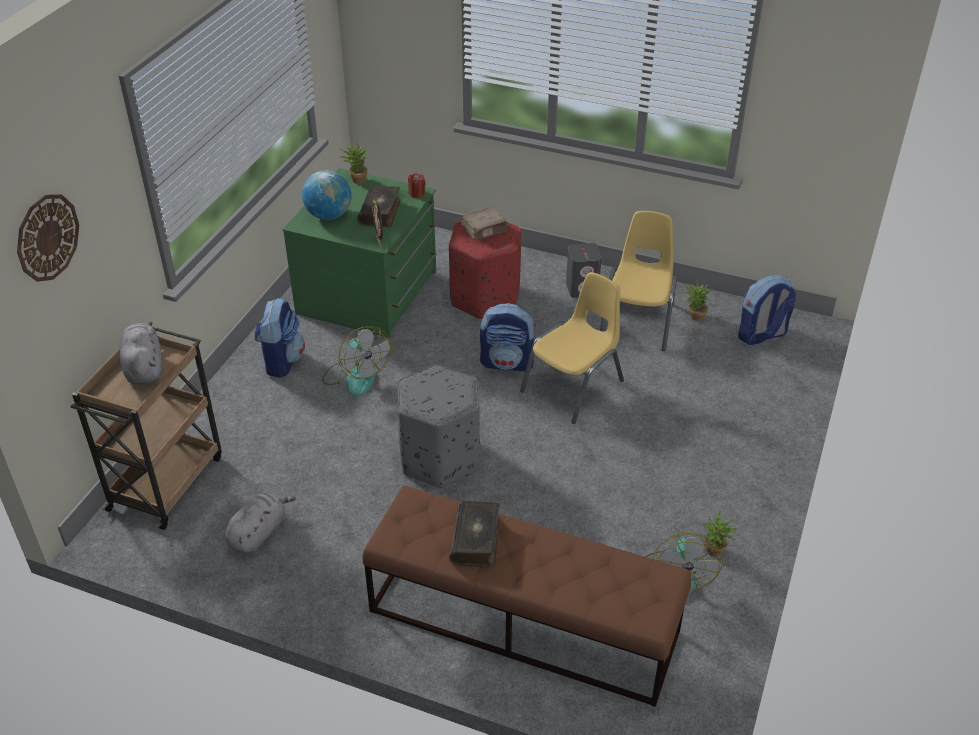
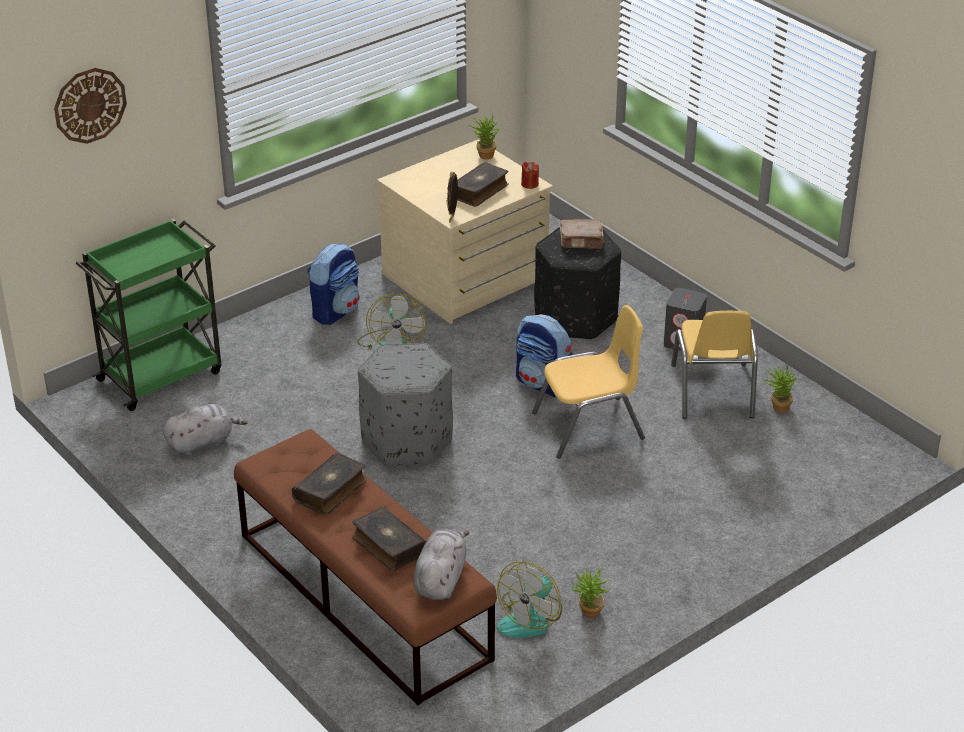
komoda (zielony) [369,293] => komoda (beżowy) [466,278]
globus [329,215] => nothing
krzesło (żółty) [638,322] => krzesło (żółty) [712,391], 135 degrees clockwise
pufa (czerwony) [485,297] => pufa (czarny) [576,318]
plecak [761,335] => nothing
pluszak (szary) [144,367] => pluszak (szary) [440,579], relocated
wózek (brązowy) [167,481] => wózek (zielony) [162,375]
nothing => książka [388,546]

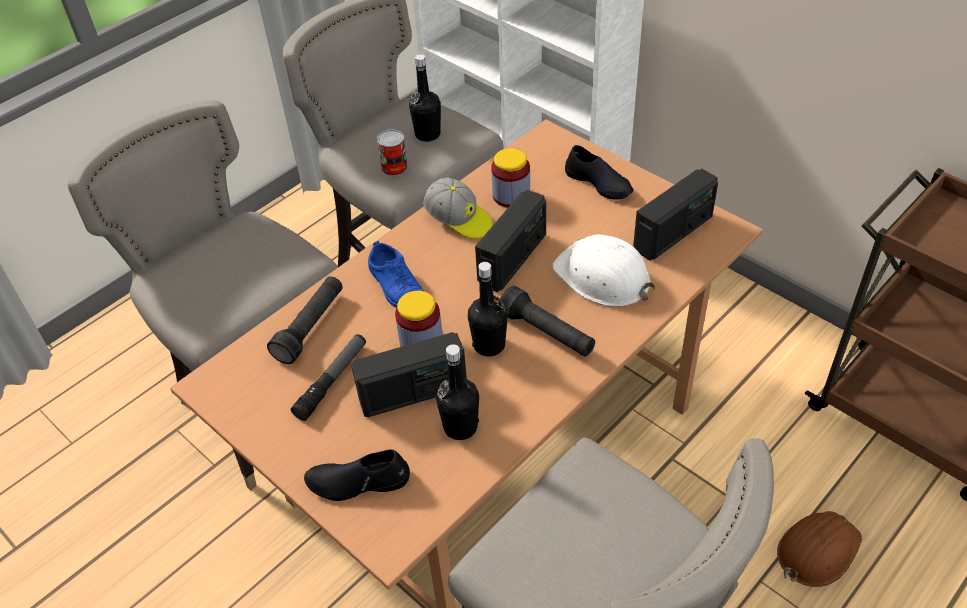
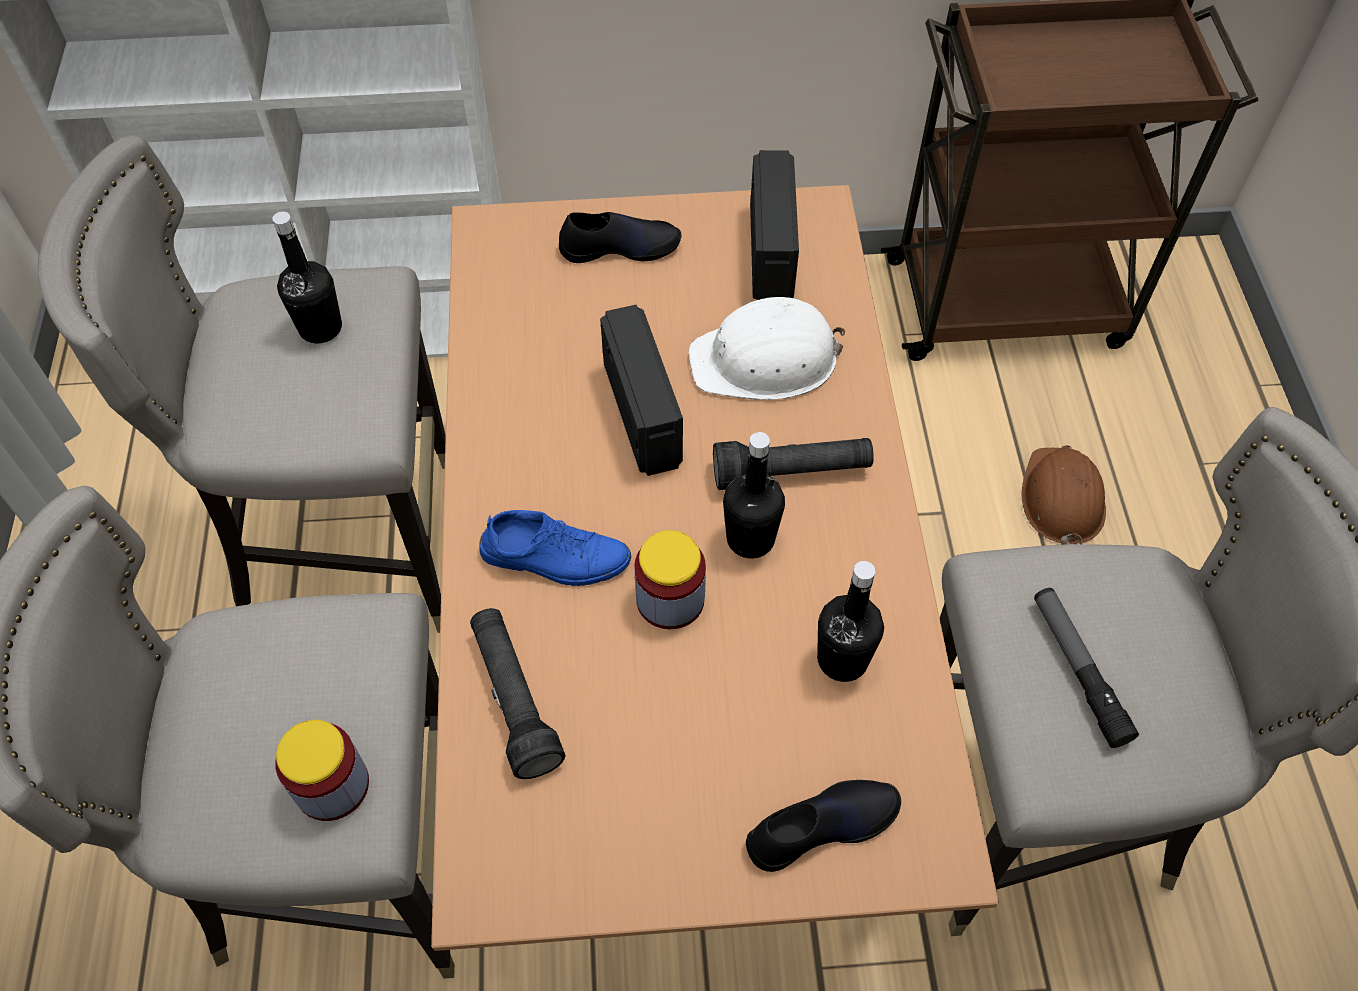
puszka [394,167] => nothing
słoik [511,195] => słoik [332,785], relocated
czapka z daszkiem [459,220] => nothing
radio [413,393] => nothing
latarka [332,381] => latarka [1078,670], relocated
but (czarny) [358,482] => but (czarny) [821,826], 150 degrees counterclockwise

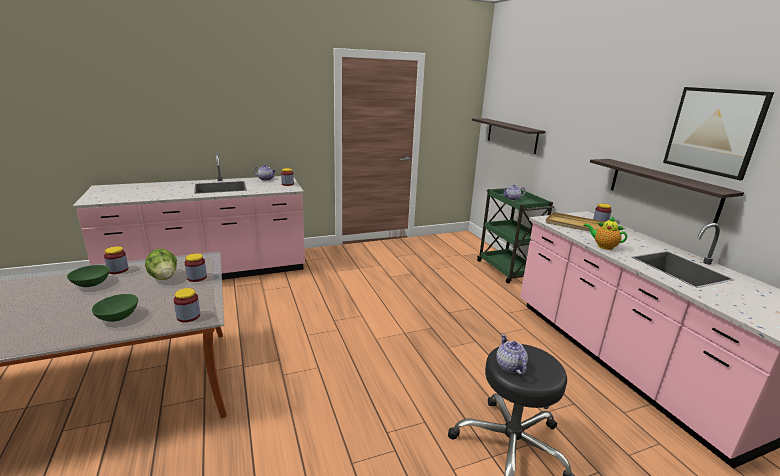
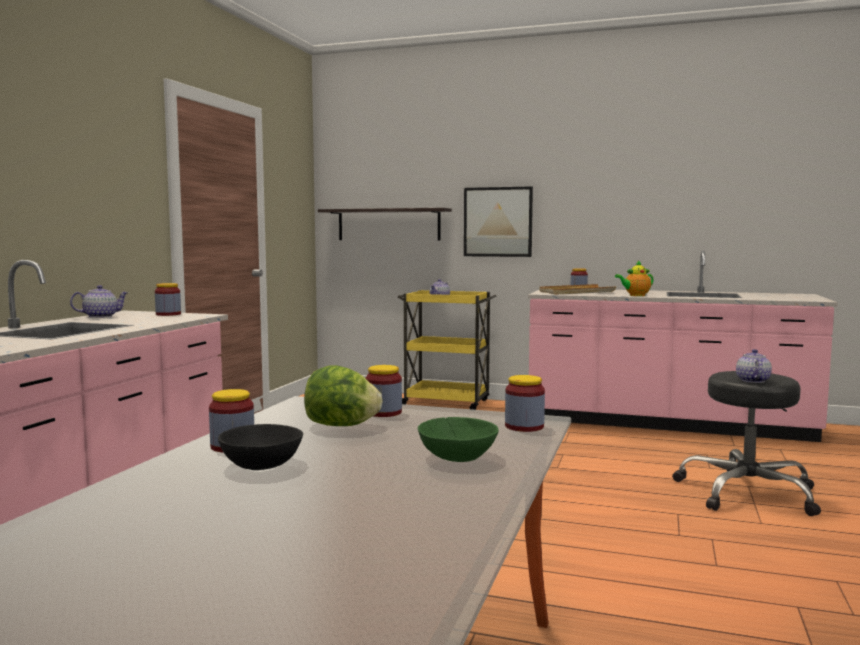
obraz [713,131] => obraz [498,222], relocated
półka [662,189] => nothing
wózek (zielony) [507,270] => wózek (żółty) [447,403]
miska (zielony) [91,283] => miska (czarny) [260,465]
imbryk [509,366] => imbryk [752,380], 75 degrees clockwise

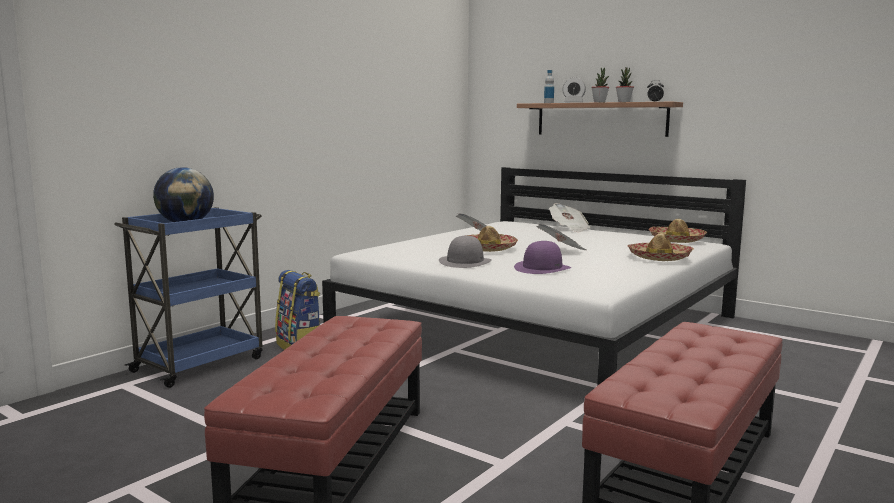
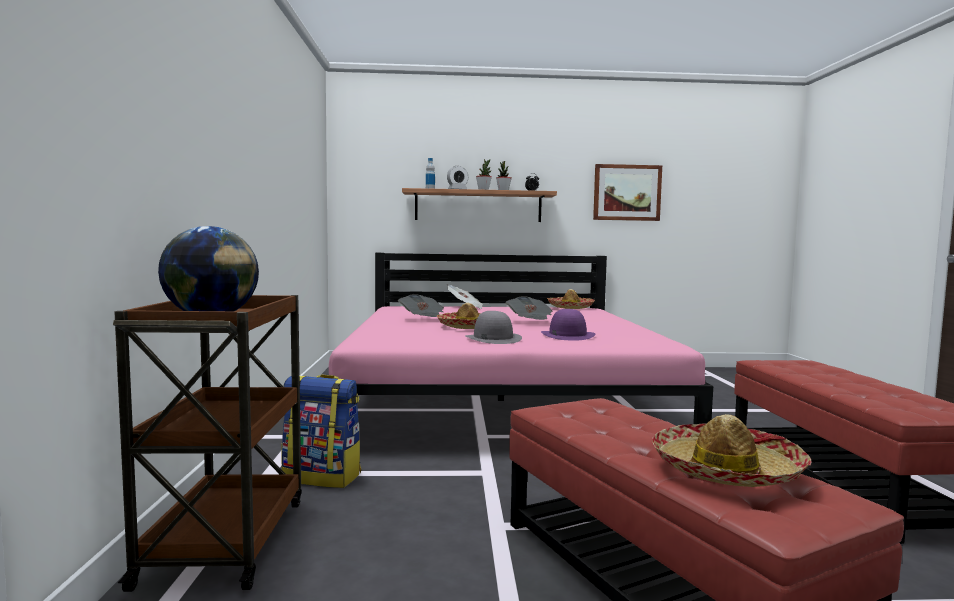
łóżko (biały) [540,326] => łóżko (różowy) [501,399]
wózek (niebieski) [200,364] => wózek (brązowy) [227,539]
kapelusz [659,258] => kapelusz [726,470], relocated
nothing => obraz [627,192]

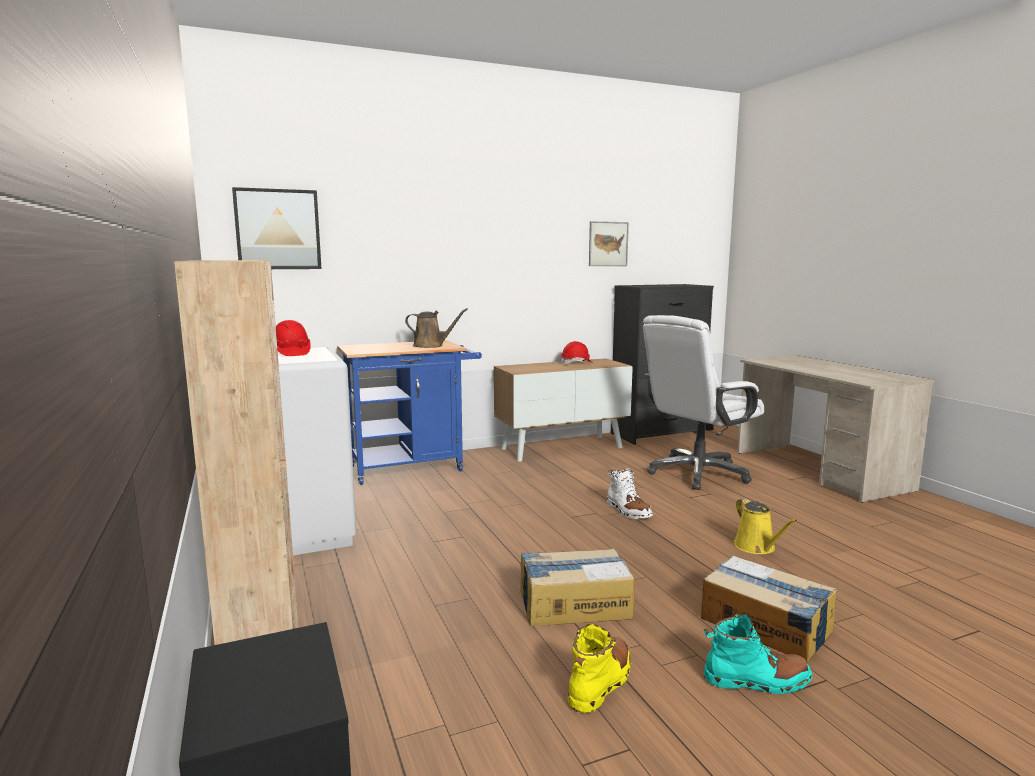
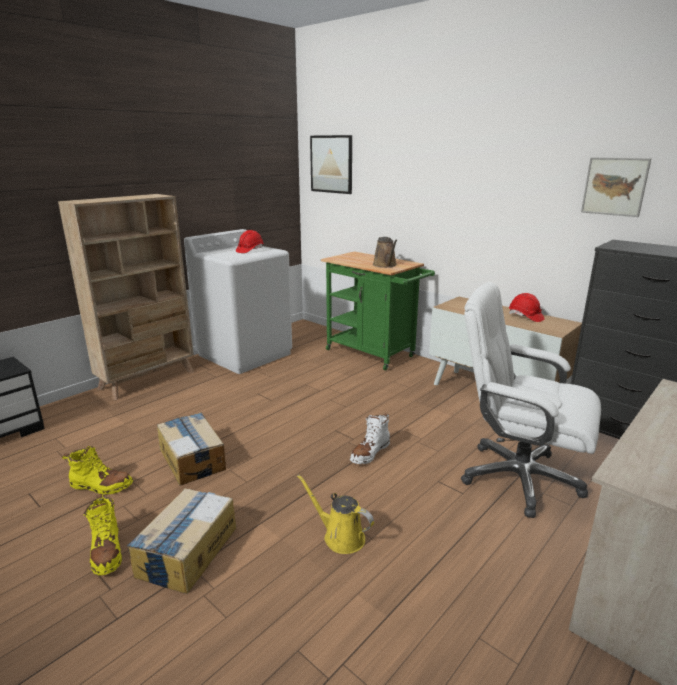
wózek (niebieski) [413,467] => wózek (zielony) [374,354]
konewka (żółty) [757,547] => konewka (żółty) [340,537], 75 degrees clockwise
but z cholewką (turkusowy) [756,681] => but z cholewką (żółty) [107,551]

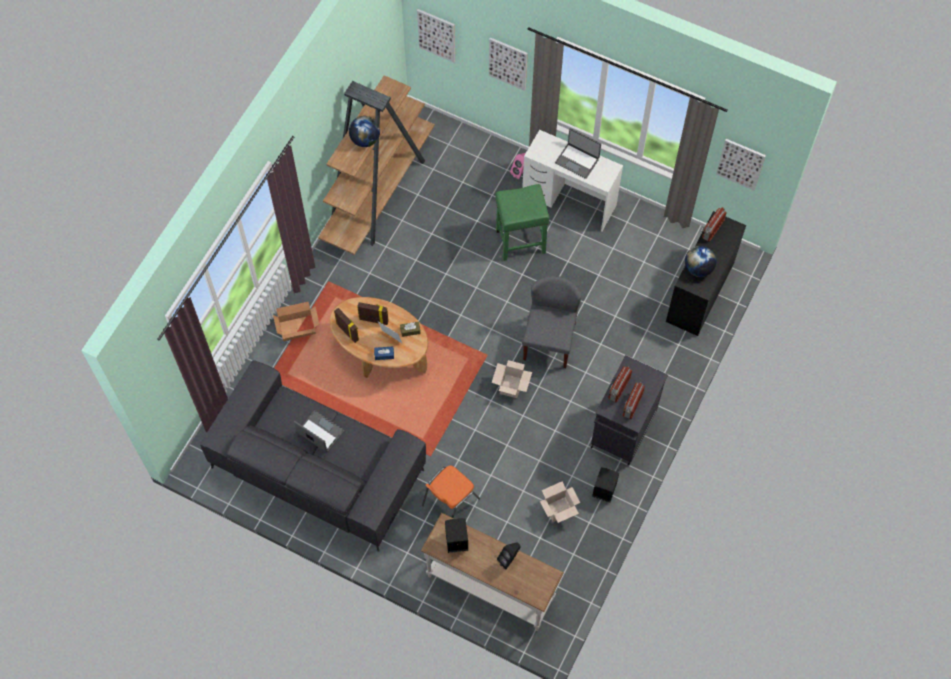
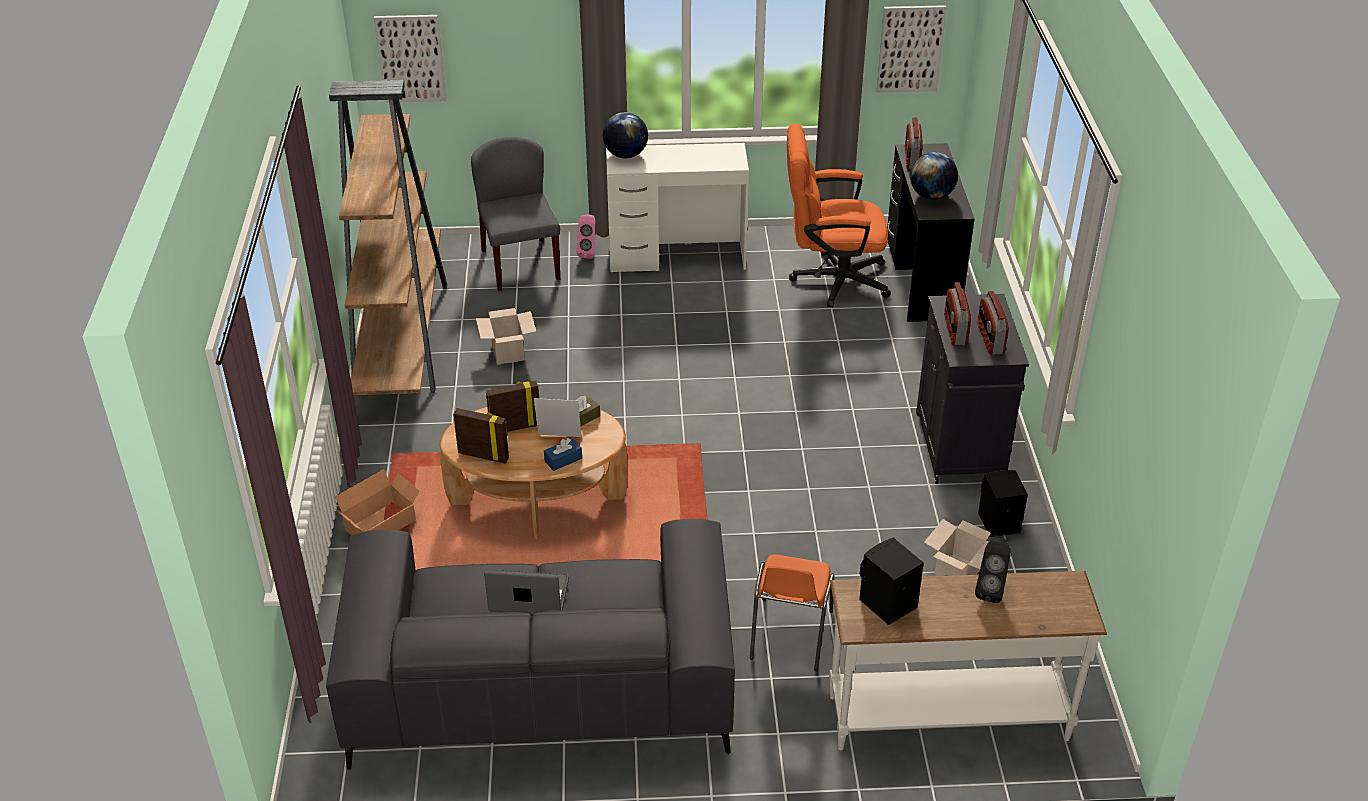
obraz [508,63] => nothing
globus [365,140] => globus [625,155], relocated
laptop [577,160] => nothing
stołek (zielony) [519,242] => nothing
krzesło (szary) [549,340] => krzesło (szary) [520,264], relocated
karton [511,387] => karton [509,352], relocated
nothing => krzesło biurowe (pomarańczowy) [831,280]

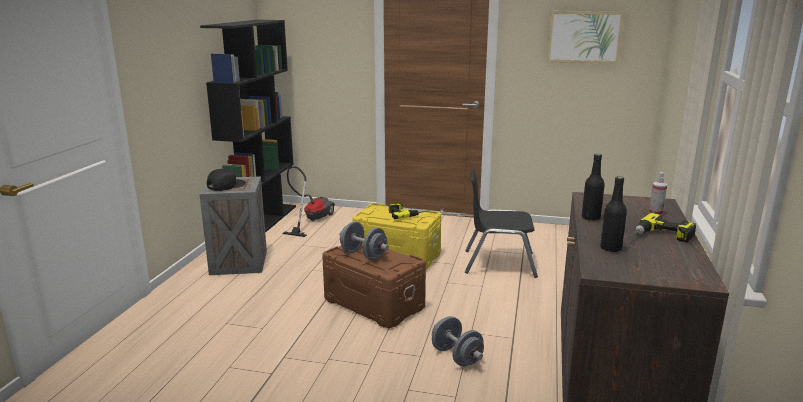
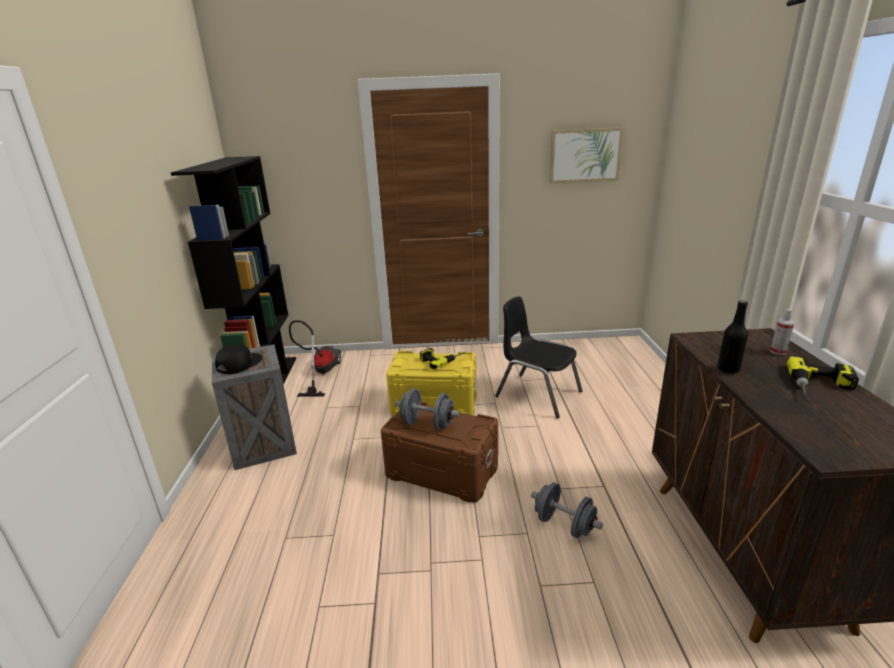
krzesło (czarny) [499,263] => krzesło (czarny) [538,394], 45 degrees clockwise
butelka (czarny) [610,248] => nothing

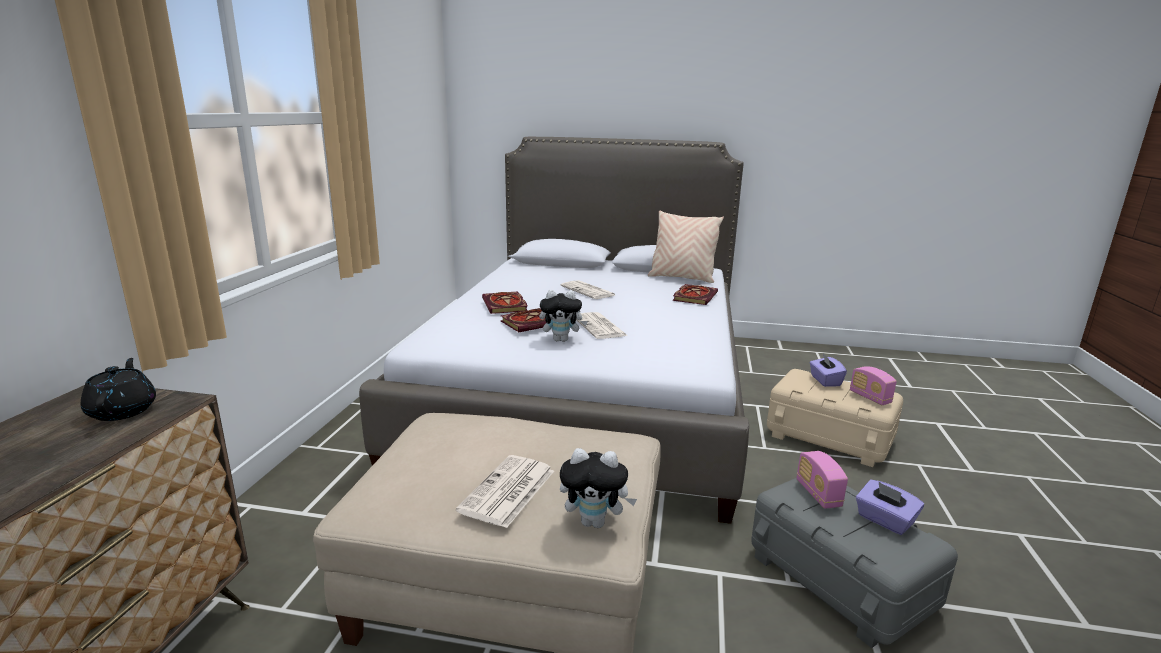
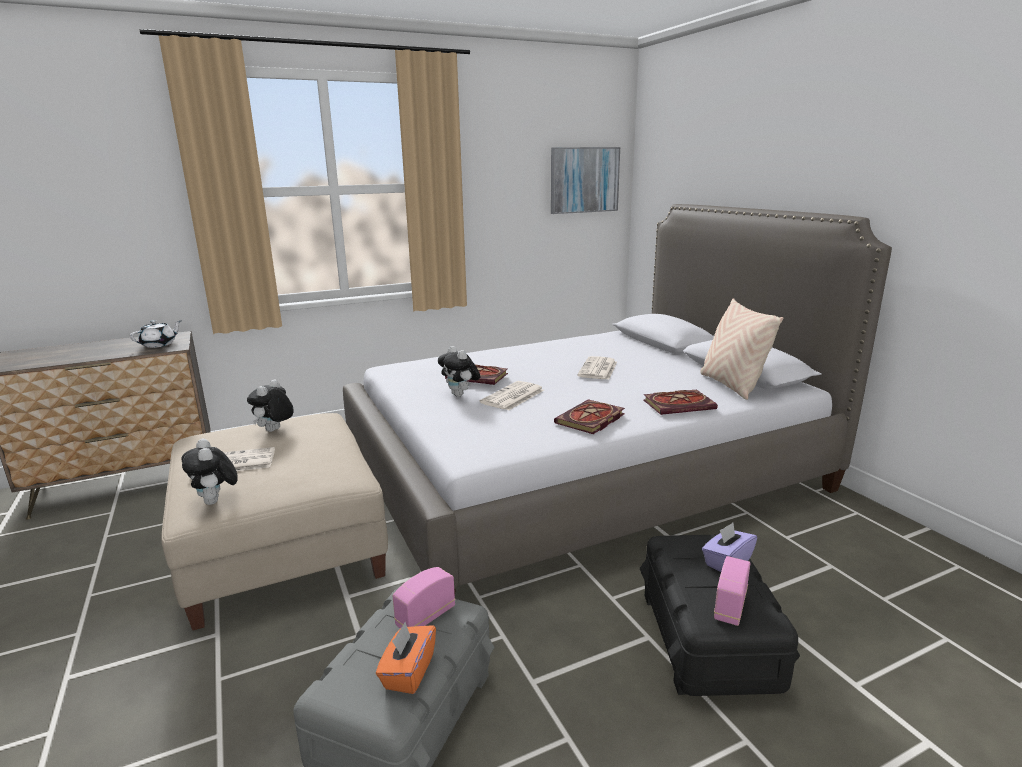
książka [506,305] => książka [590,420], relocated
imbryk (czarny) [123,410] => imbryk (biały) [159,344]
pojemnik do przechowywania (beżowy) [829,436] => pojemnik do przechowywania (czarny) [709,639]
pudełko chusteczek (fioletowy) [884,520] => pudełko chusteczek (pomarańczowy) [408,672]
nothing => obraz [584,180]
nothing => pluszak [274,431]

